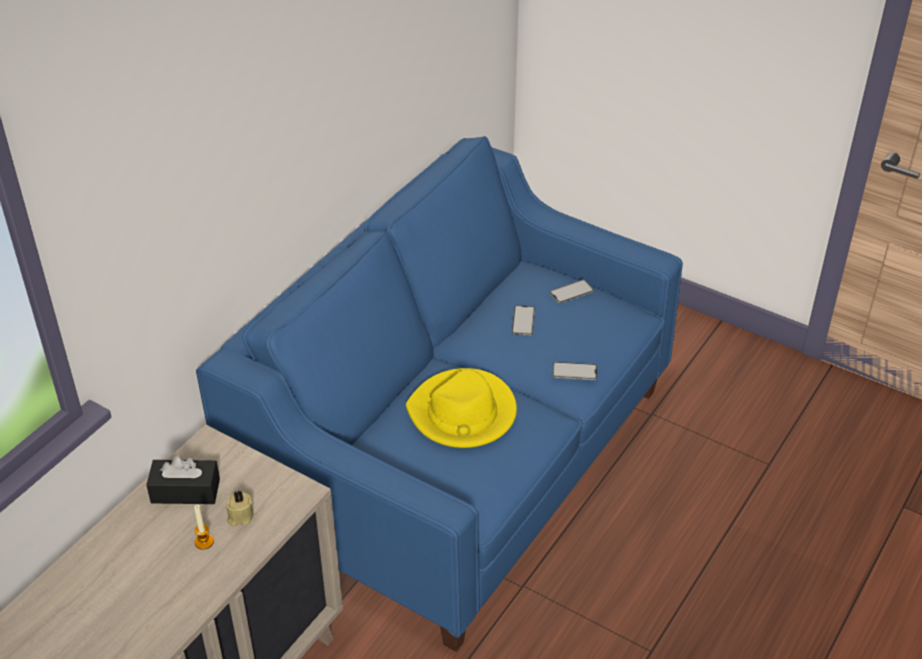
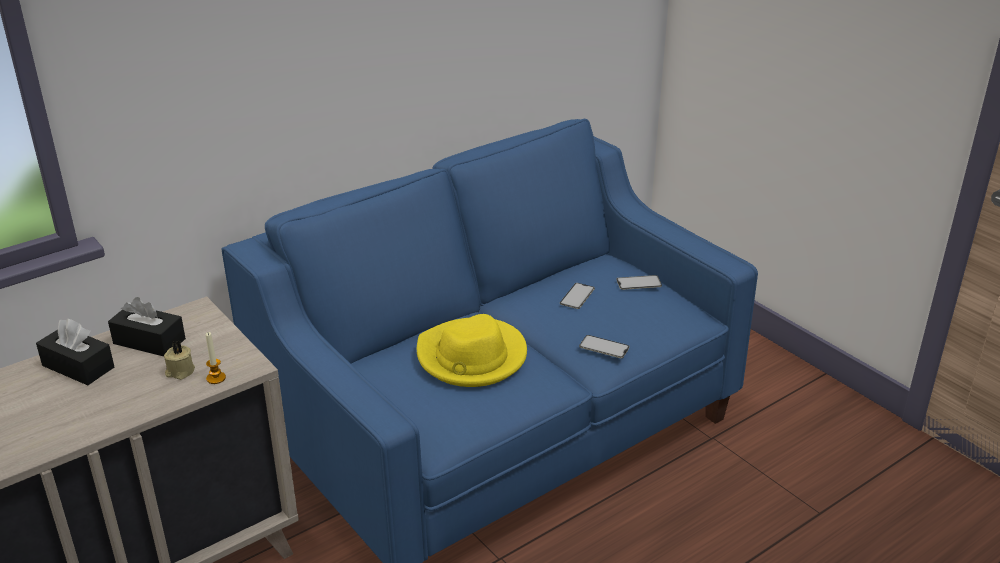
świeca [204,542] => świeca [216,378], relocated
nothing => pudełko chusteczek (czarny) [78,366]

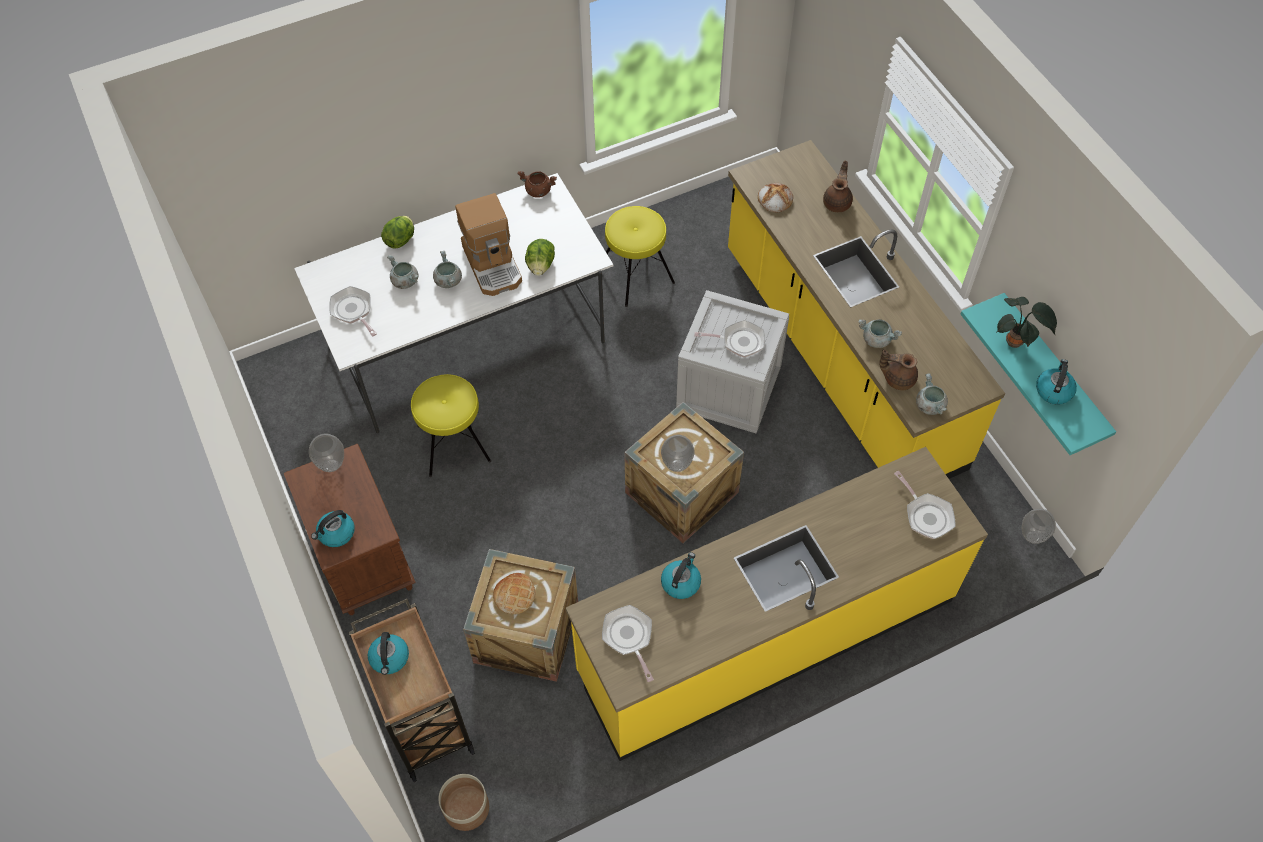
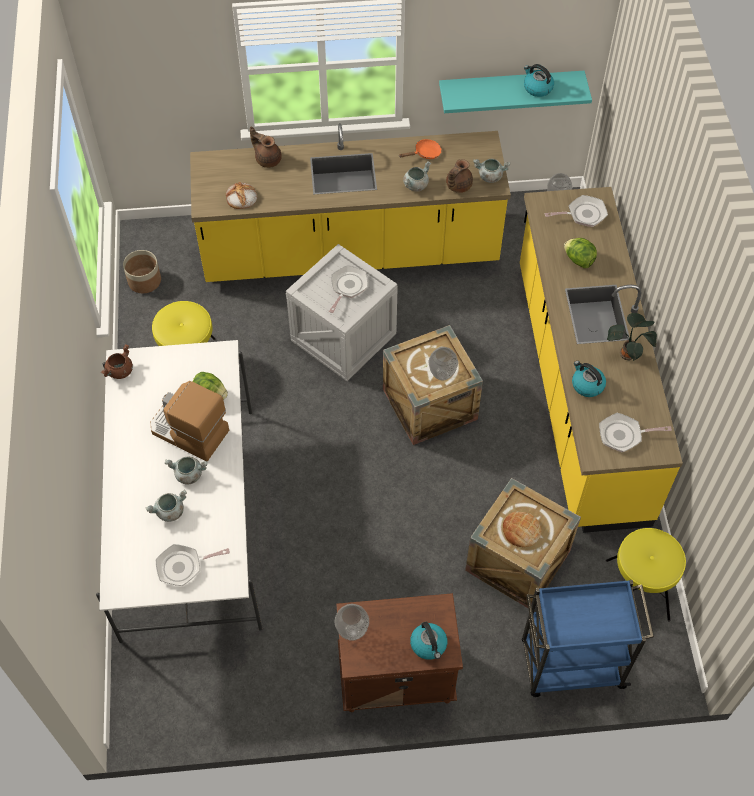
ekspres do kawy [493,264] => ekspres do kawy [189,432], 150 degrees counterclockwise
sałata [401,240] => sałata [578,260], relocated
roślina doniczkowa [1016,342] => roślina doniczkowa [628,354], relocated
stołek (żółty) [453,444] => stołek (żółty) [638,590], relocated
wózek (brązowy) [423,717] => wózek (niebieski) [570,665]
czajnik [390,658] => nothing
donica [466,808] => donica [144,281], relocated
nothing => patelnia (pomarańczowy) [425,153]

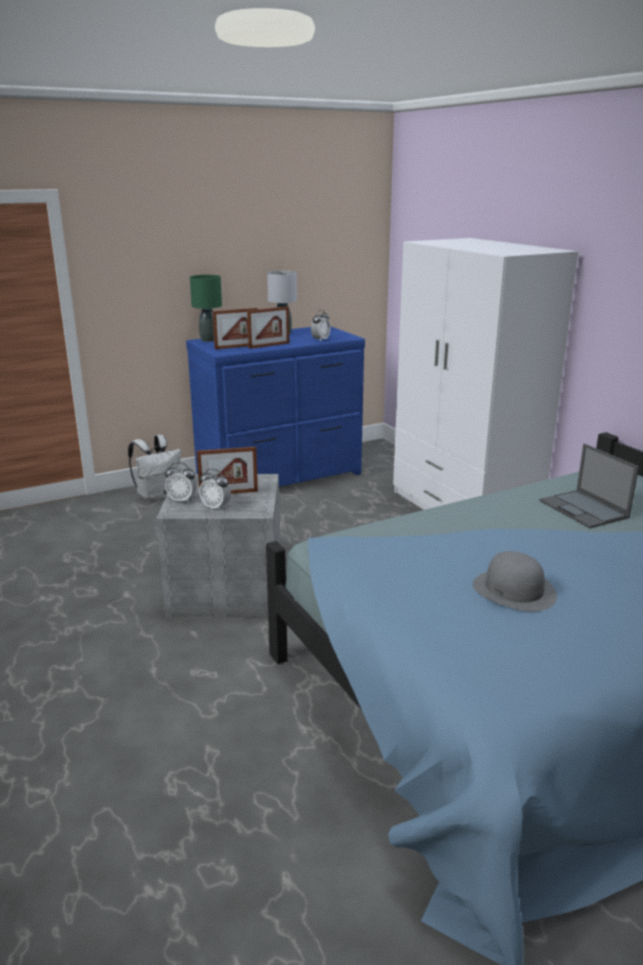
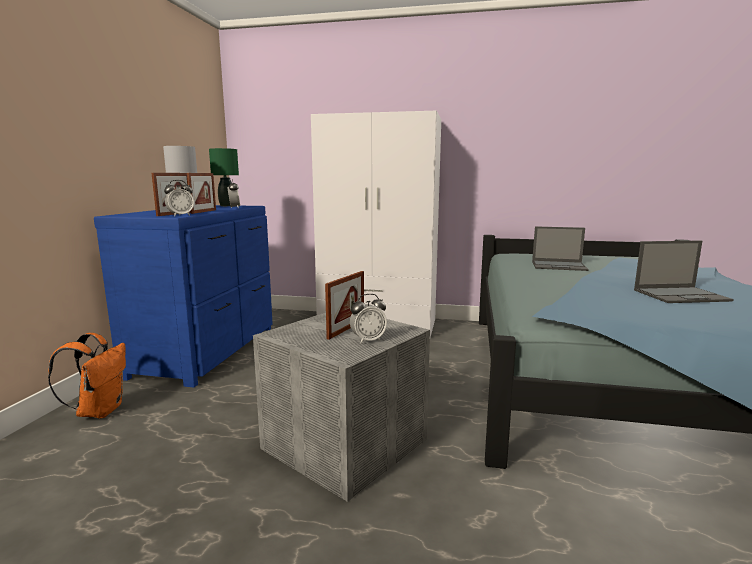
lampa stołowa (zielony) [209,340] => lampa stołowa (zielony) [227,205], relocated
plecak (biały) [157,495] => plecak (pomarańczowy) [100,411]
budzik [182,500] => budzik [180,215], relocated
kapelusz (szary) [514,590] => laptop [681,295]

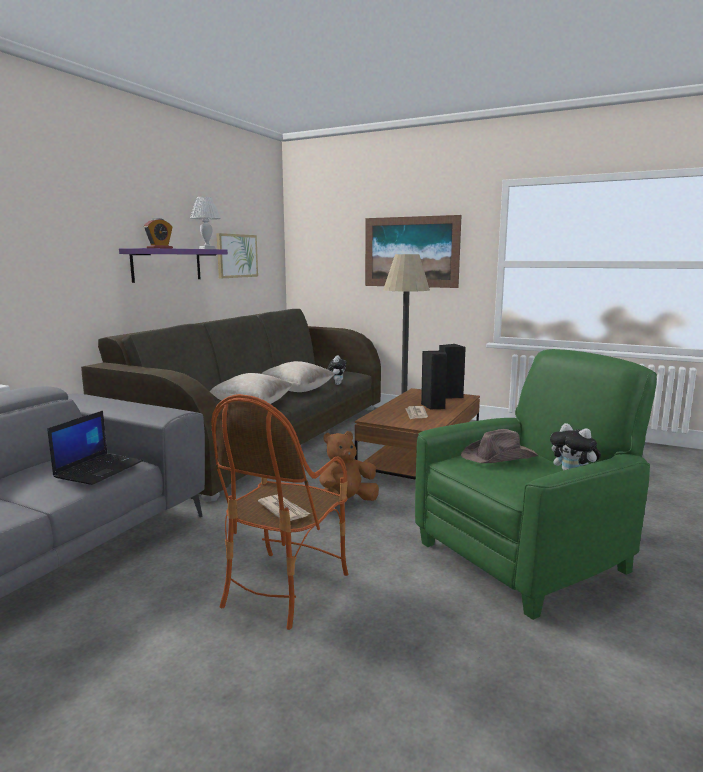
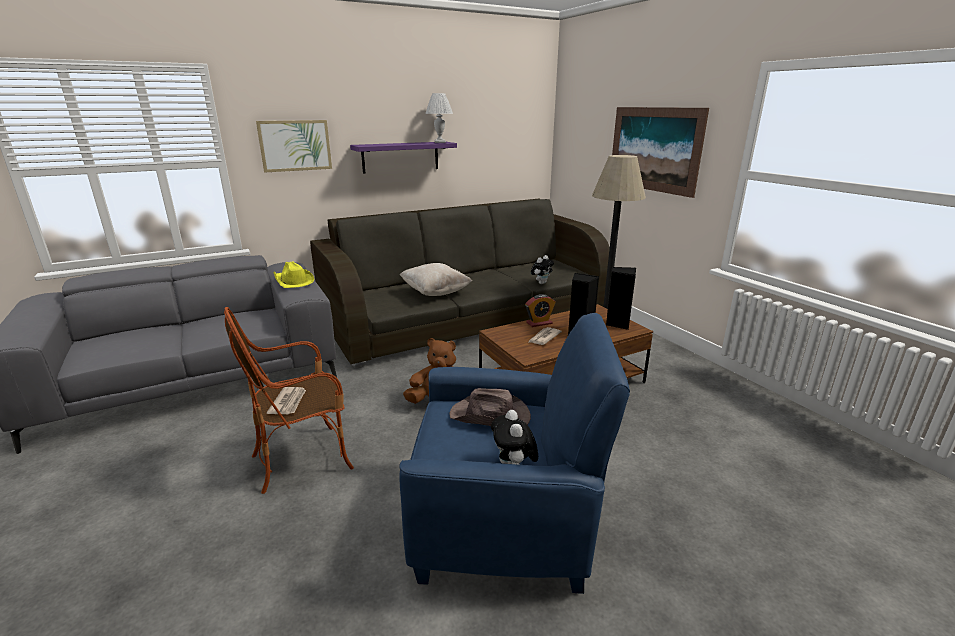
budzik [160,248] => budzik [539,323], relocated
obraz [237,256] => obraz [295,145], relocated
fotel (zielony) [524,556] => fotel (niebieski) [505,521]
poduszka (beżowy) [297,391] => nothing
laptop [99,469] => nothing
nothing => kapelusz (żółty) [293,281]

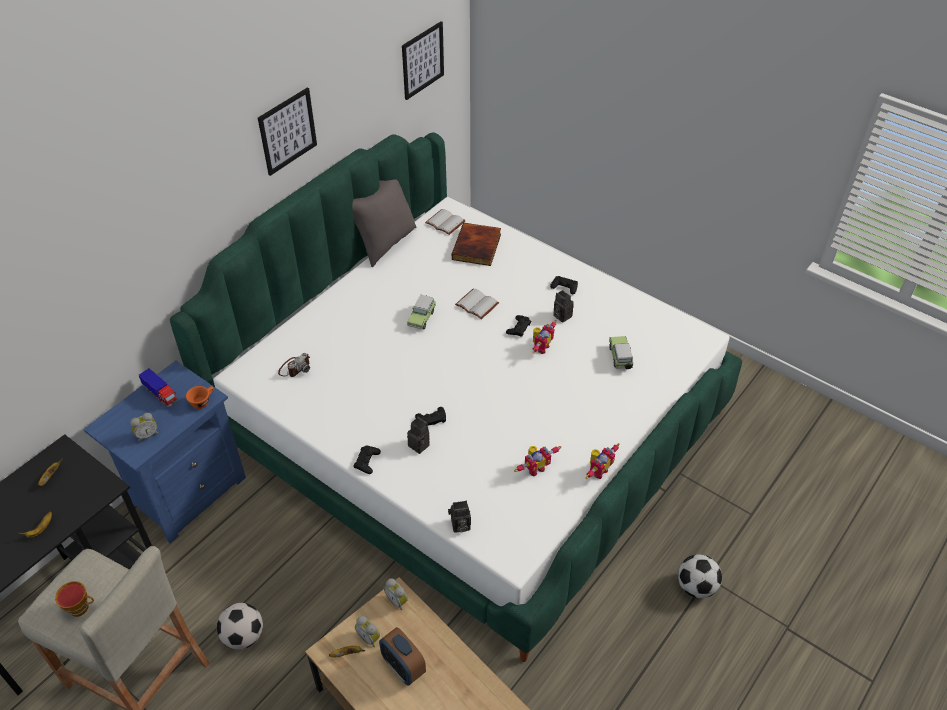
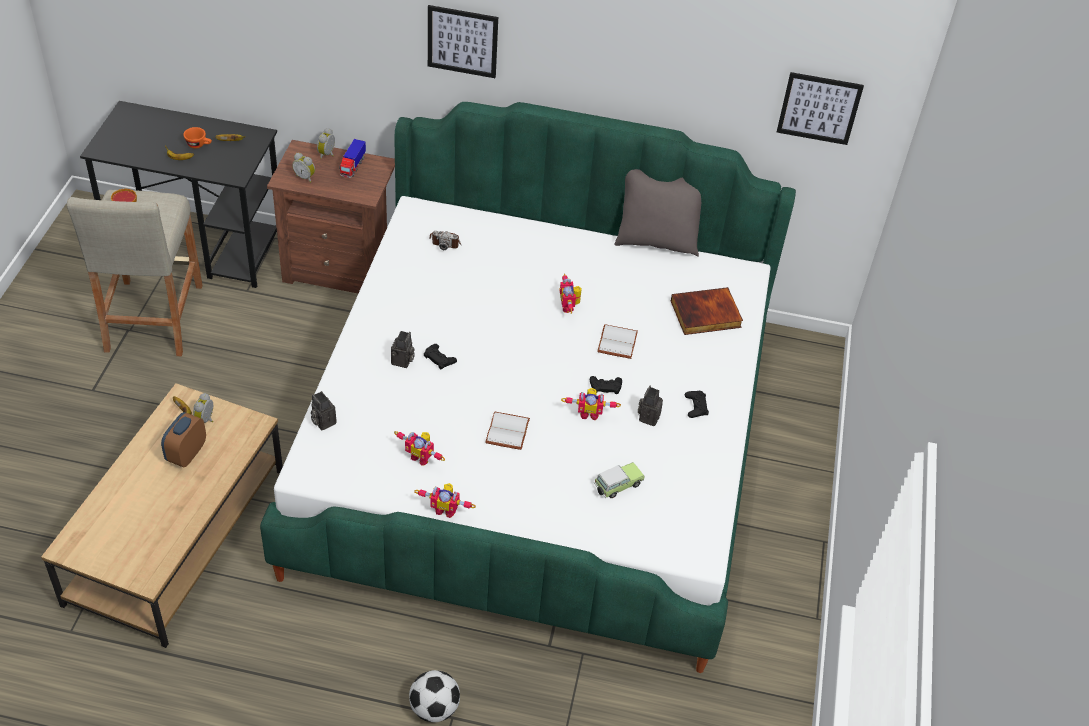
obraz [287,131] => obraz [462,41], relocated
książka (biały) [446,222] => książka (biały) [508,432], relocated
samochodzik [422,317] => robot zabawkowy [569,306]
szafka nocna (niebieski) [187,492] => szafka nocna (brązowy) [340,269]
filiżanka (pomarańczowy) [202,401] => filiżanka (pomarańczowy) [199,145], relocated
pad do gier (czarny) [367,461] => nothing
budzik [397,600] => budzik [328,154], relocated
piłka futbolowa [243,636] => nothing

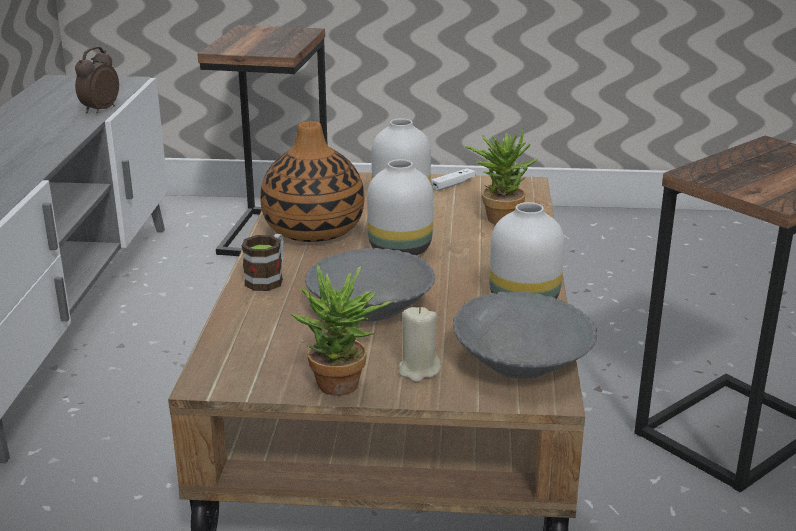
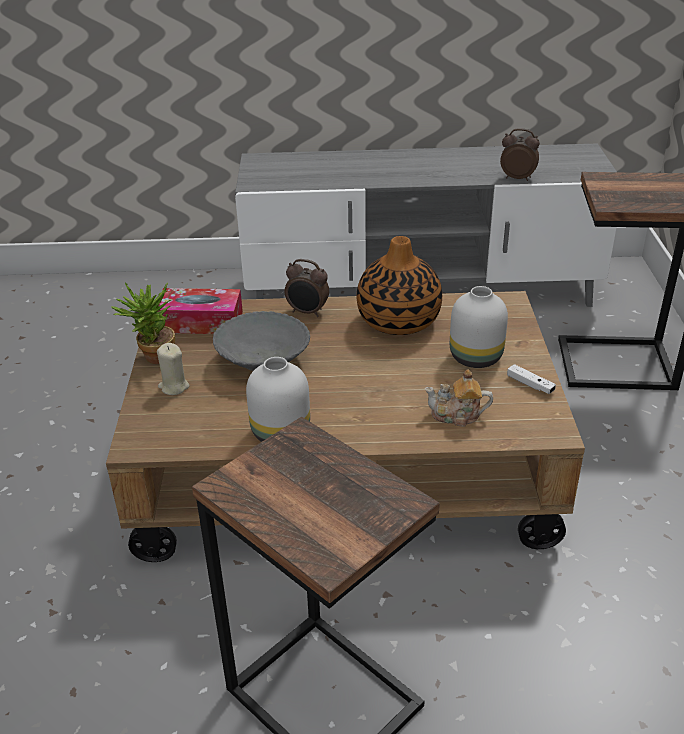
roślina doniczkowa [498,217] => imbryk [457,415]
wazon (biały) [401,249] => nothing
kubek [268,278] => budzik [307,312]
miska (szary) [522,362] => nothing
nothing => pudełko chusteczek [200,322]

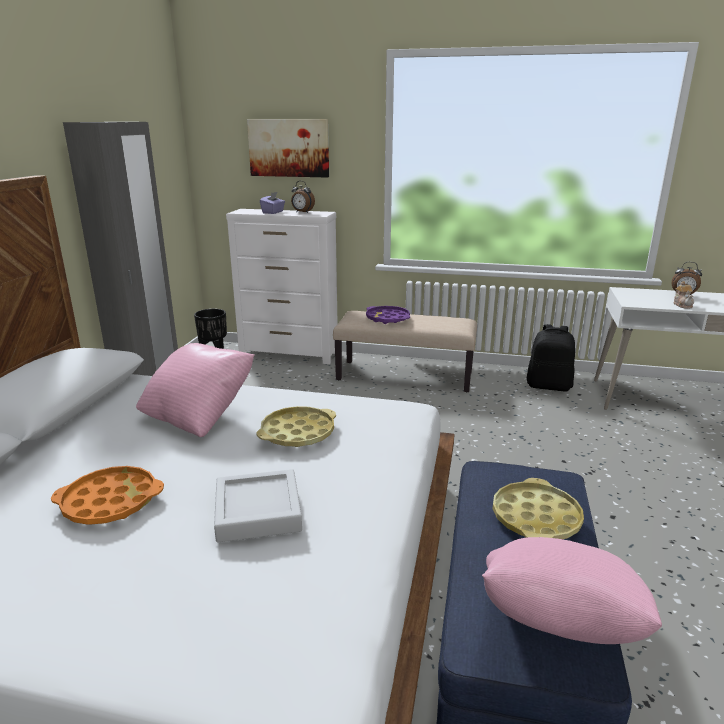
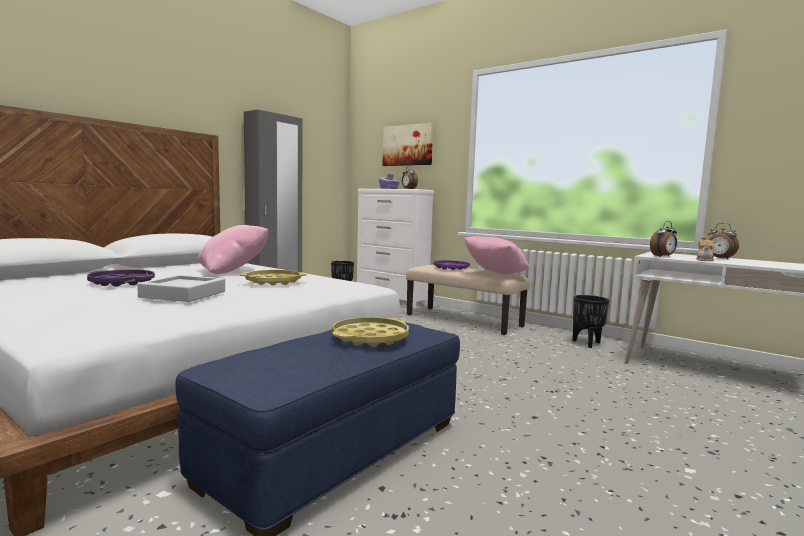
plecak (czarny) [549,386] => donica (czarny) [587,343]
taca (pomarańczowy) [110,502] => taca (fioletowy) [122,282]
poduszka (różowy) [555,629] => poduszka (różowy) [495,274], relocated
nothing => budzik [663,256]

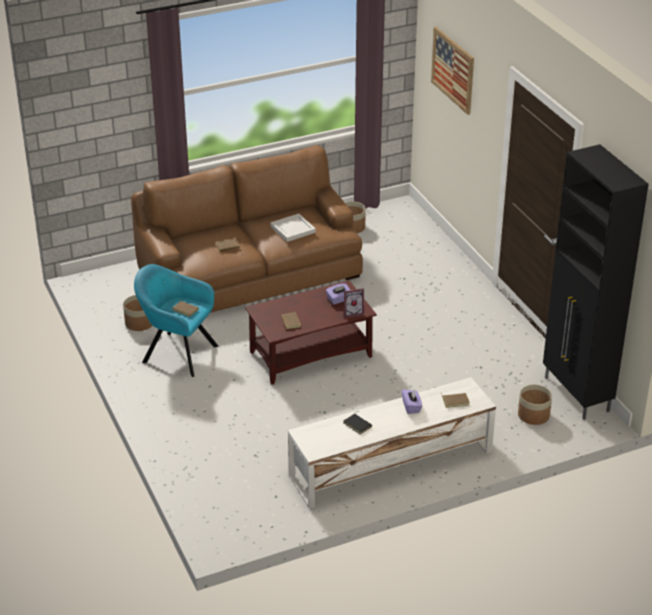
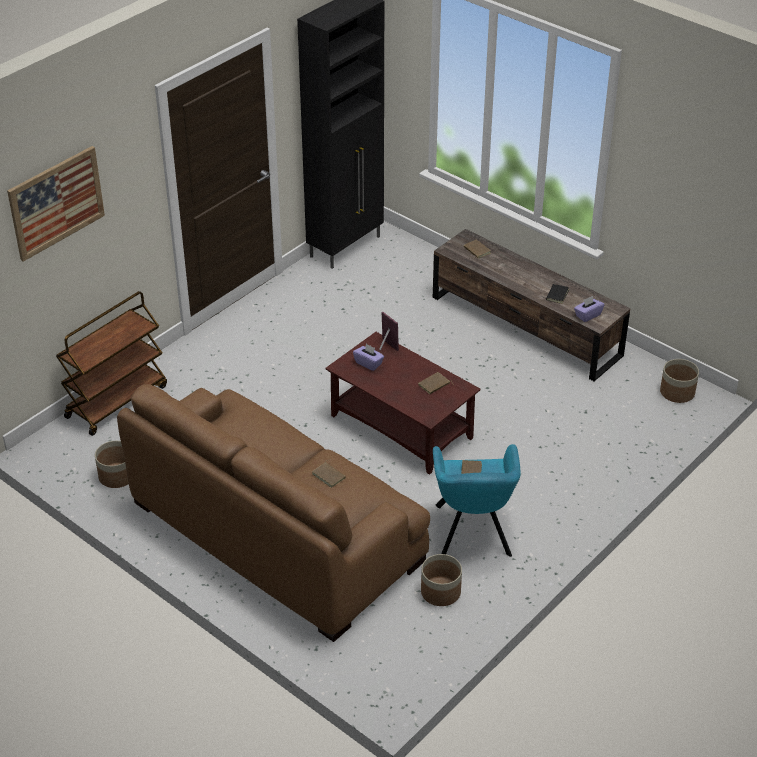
taca (biały) [293,229] => nothing
szafka pod telewizor (biały) [390,463] => szafka pod telewizor (brązowy) [526,326]
donica [533,415] => donica [677,392], relocated
pudełko chusteczek (fioletowy) [411,407] => pudełko chusteczek (fioletowy) [587,315], relocated
nothing => wózek (brązowy) [117,401]

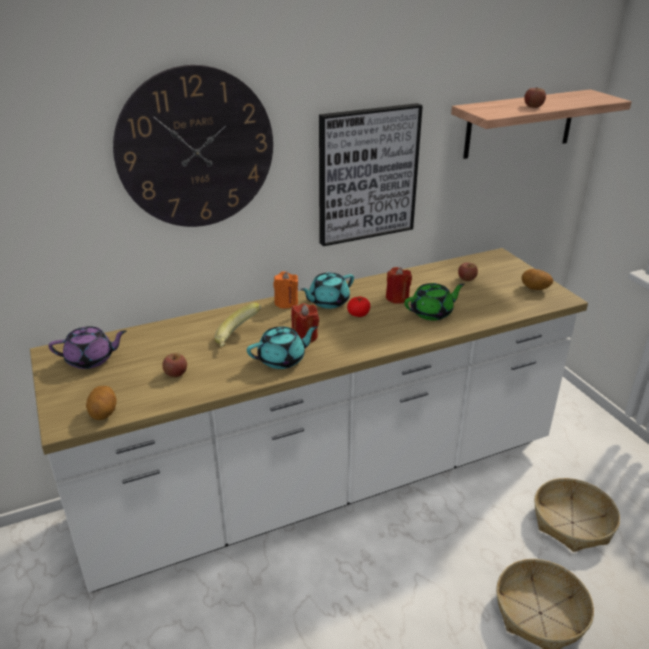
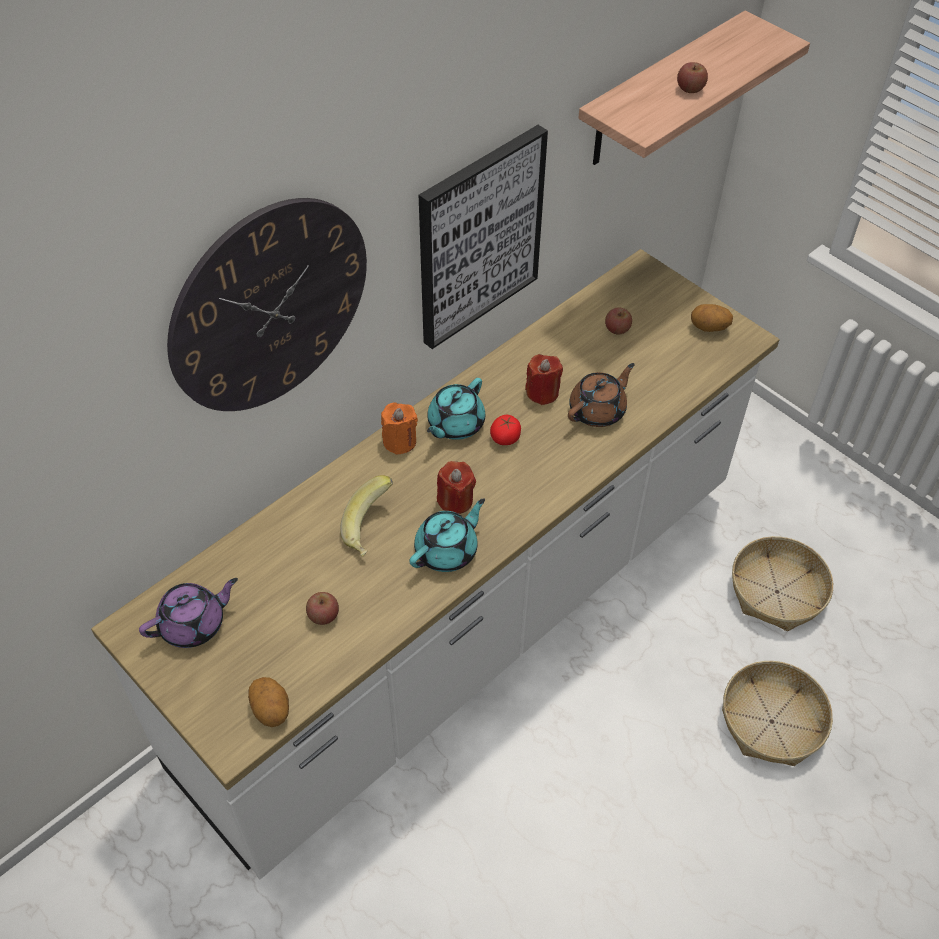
imbryk (zielony) [432,313] => imbryk (brązowy) [598,410]

